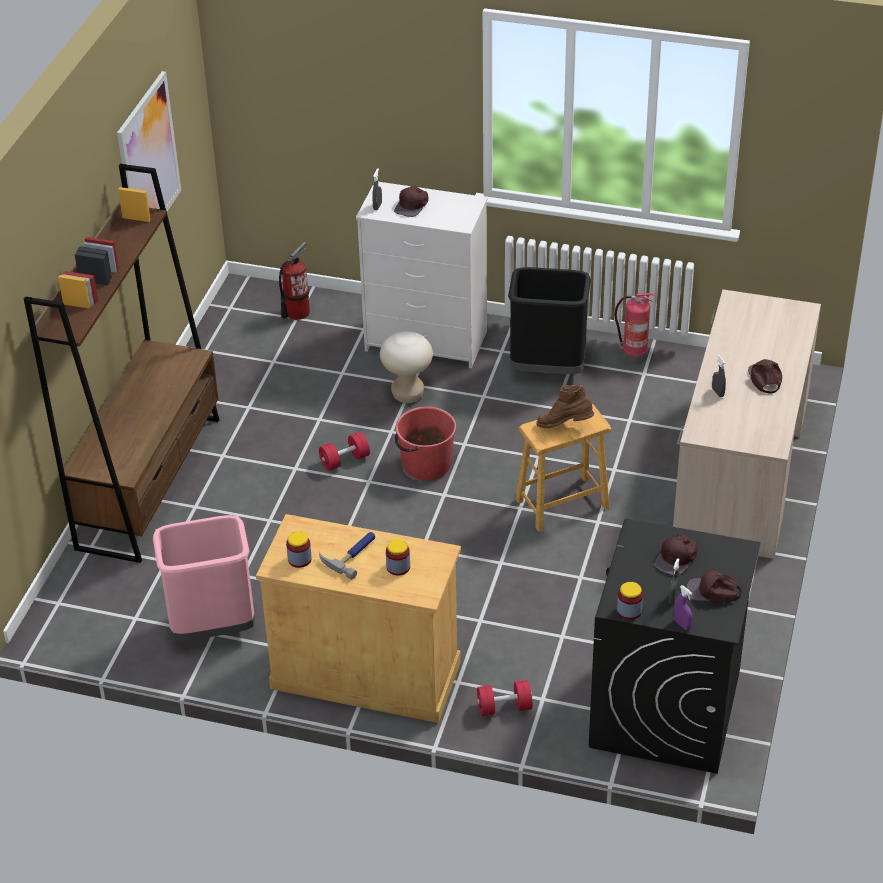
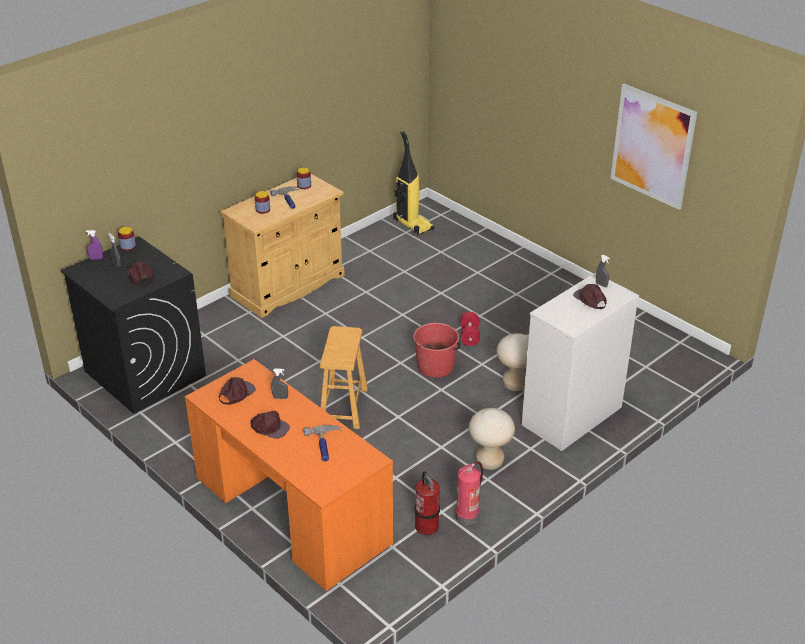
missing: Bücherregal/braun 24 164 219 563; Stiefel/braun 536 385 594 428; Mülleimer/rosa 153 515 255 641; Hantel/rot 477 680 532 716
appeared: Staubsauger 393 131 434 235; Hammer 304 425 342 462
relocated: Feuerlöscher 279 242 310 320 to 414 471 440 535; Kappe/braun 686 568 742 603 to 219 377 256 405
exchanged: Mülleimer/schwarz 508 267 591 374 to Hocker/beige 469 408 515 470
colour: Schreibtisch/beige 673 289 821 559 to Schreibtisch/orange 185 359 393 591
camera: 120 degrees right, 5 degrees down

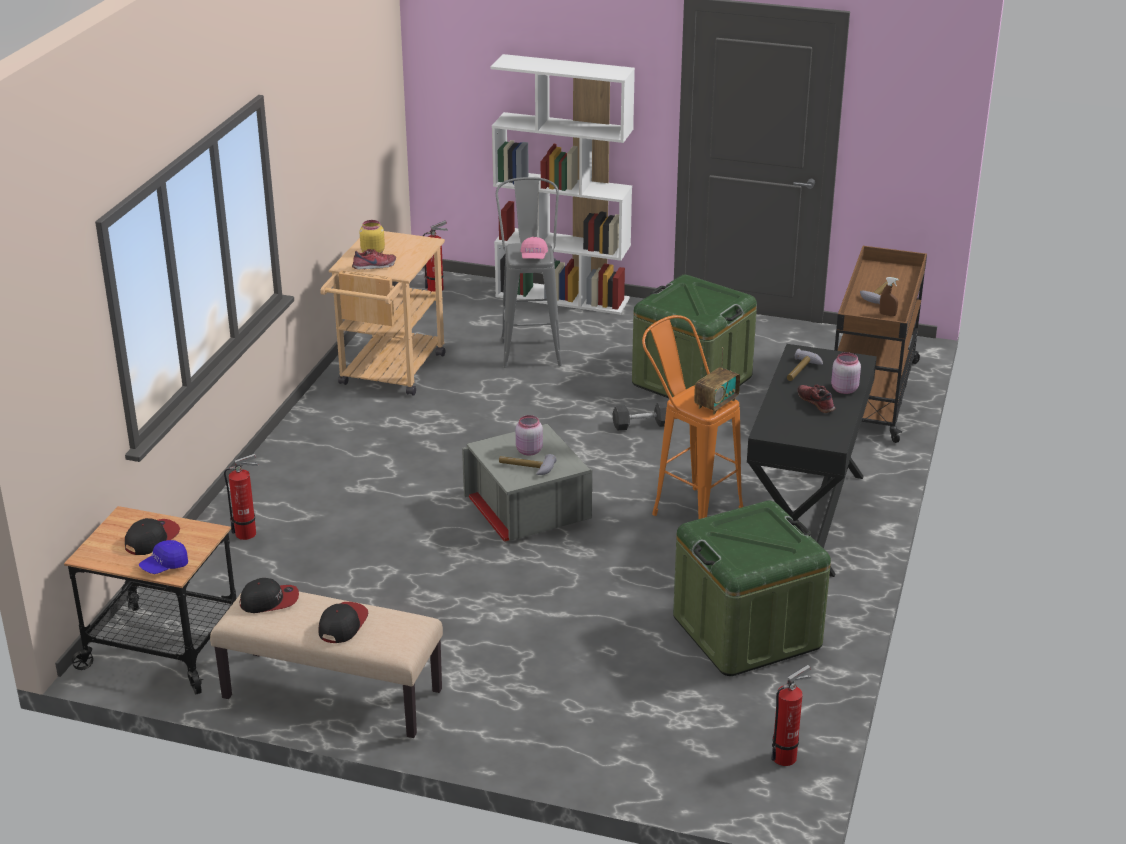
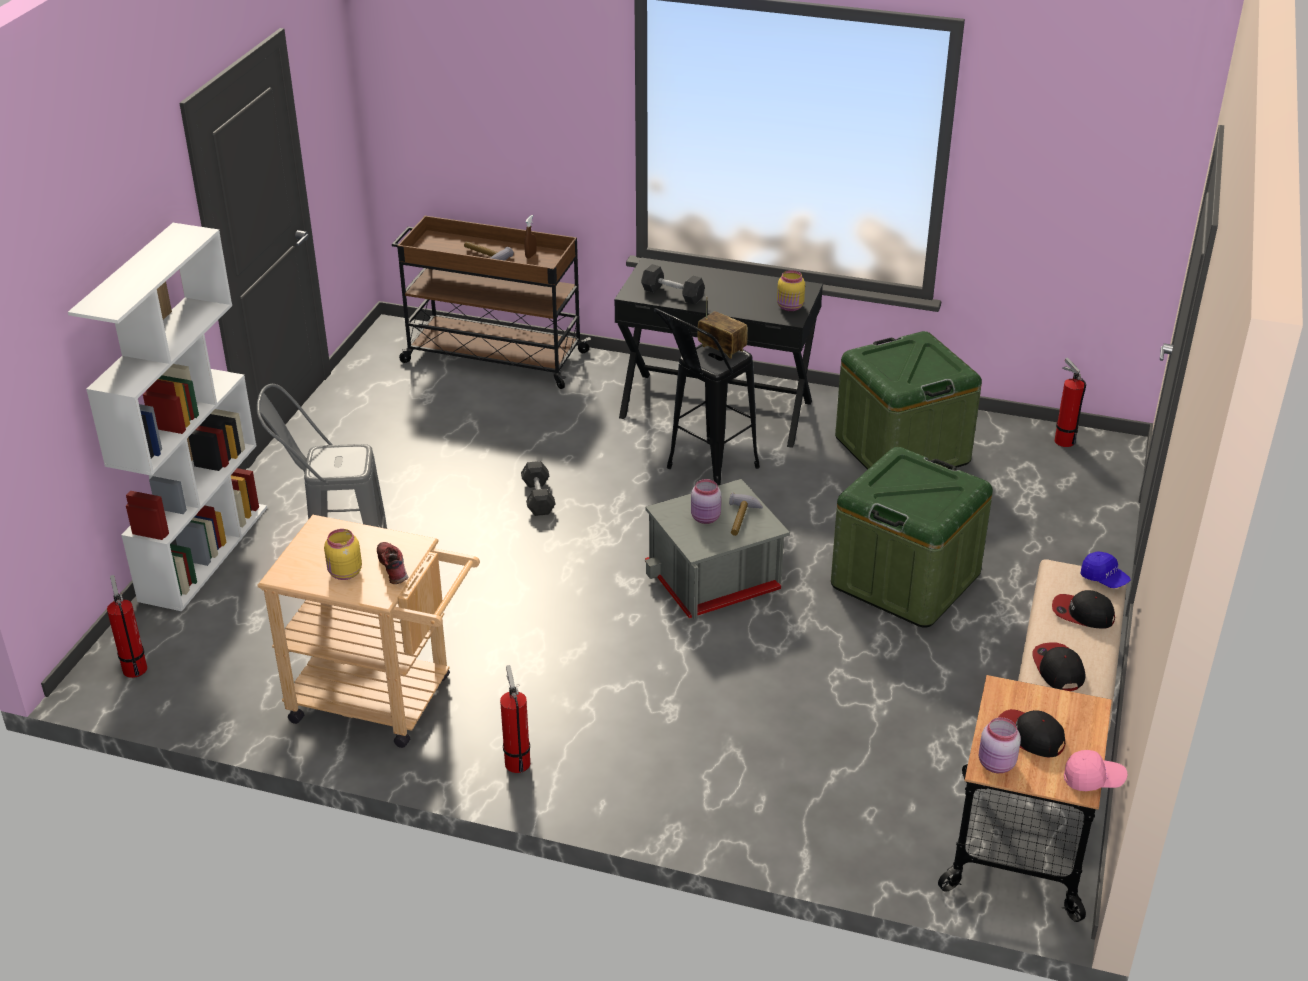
missing: Schuh 798 385 835 413
appeared: Vorratsglas/gelb 777 270 805 311
relocated: Kappe/rosa 520 237 548 259 to 1064 750 1128 791; Aufbewahrungsbox/grün 632 275 757 398 to 831 447 993 628; Vorratsglas/rosa 831 352 861 394 to 979 717 1021 773; Feuerlöscher 224 454 259 540 to 500 665 530 773; Kappe/blau 139 540 188 574 to 1080 552 1131 588
exchanged: Hammer 787 348 823 381 to Hantel/grau 641 264 705 305
colour: Hocker/orange 642 315 743 519 to Hocker/schwarz 654 308 760 485
camera: 90 degrees left, 5 degrees up

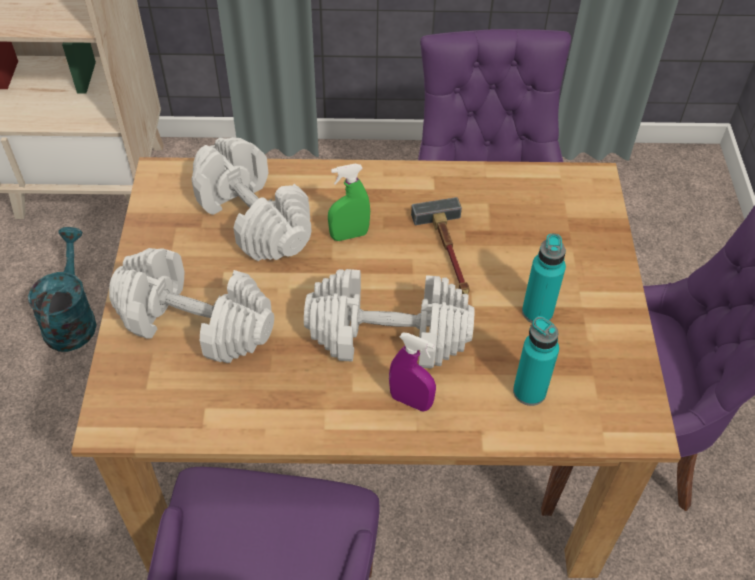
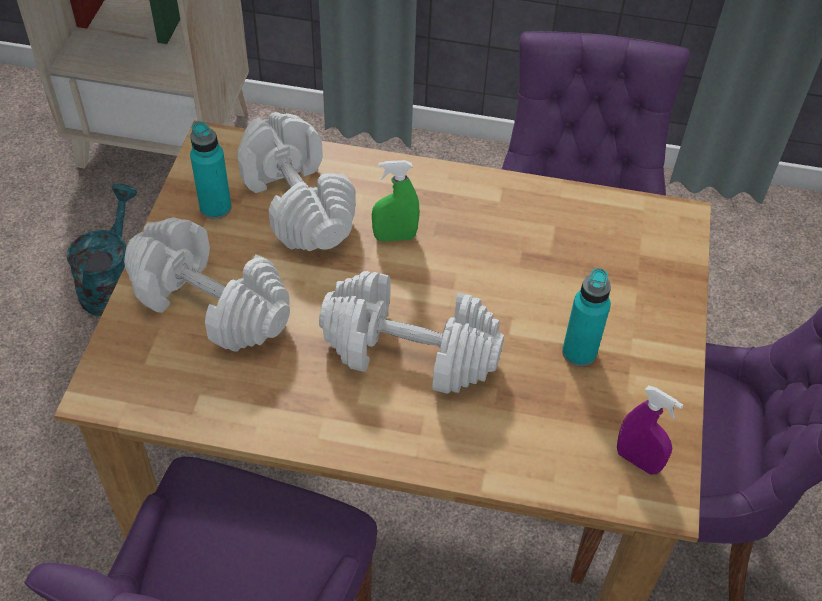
missing: Hammer 411 197 470 294
relocated: Flasche/türkis 513 316 559 406 to 190 121 231 219; Sprühflasche/lila 389 332 436 412 to 617 385 683 475
camera: 10 degrees right, 0 degrees up

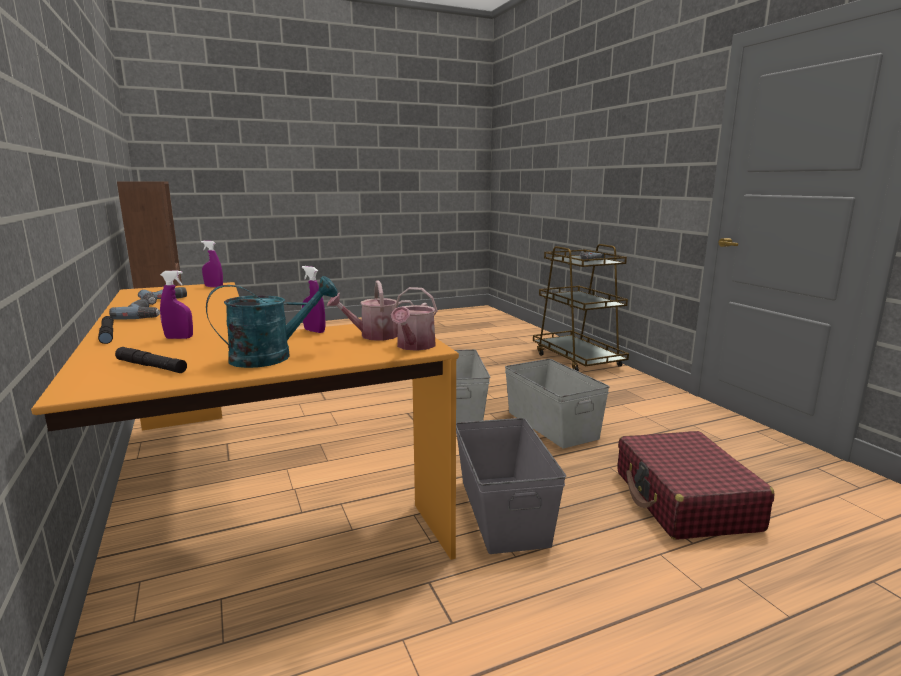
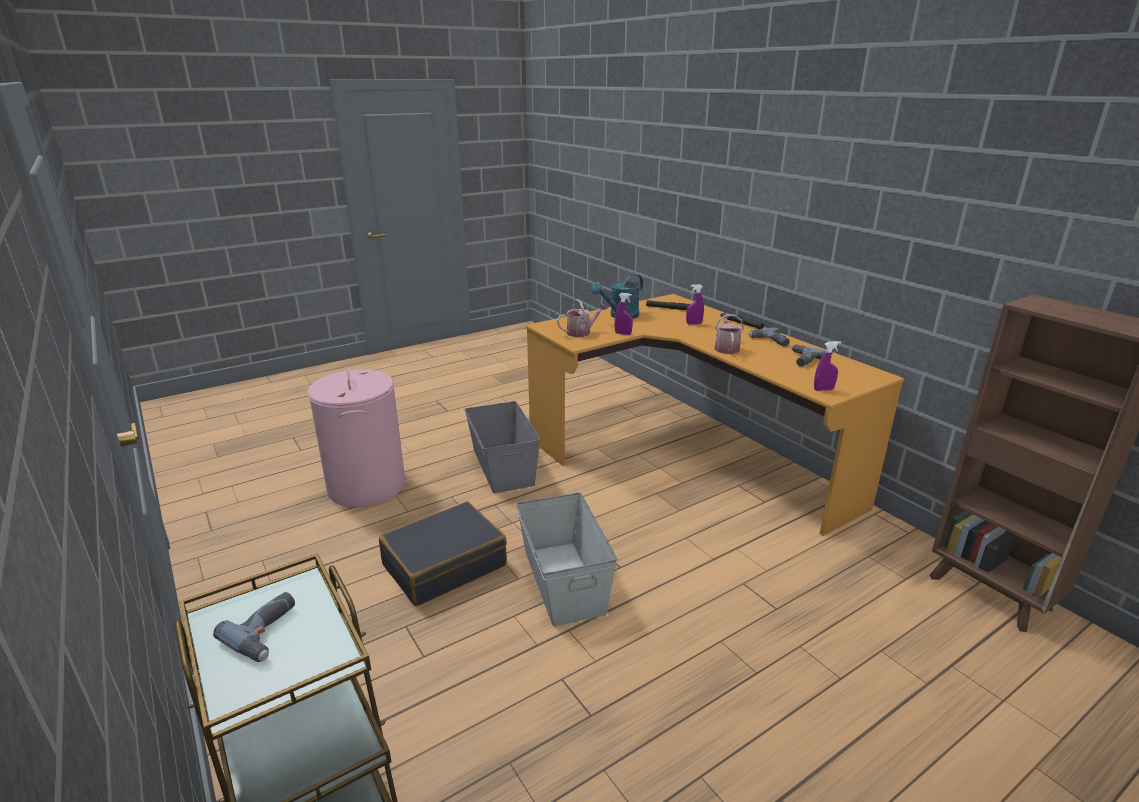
relocated: Gießkanne 391 287 438 351 to 715 312 744 354
exchanged: Aufbewahrungsbox/grau 505 359 610 448 to Koffer/schwarz 379 502 507 606; Koffer/rot 618 431 774 540 to Wäschekorb/rosa 307 367 405 507
camera: 170 degrees right, 10 degrees up

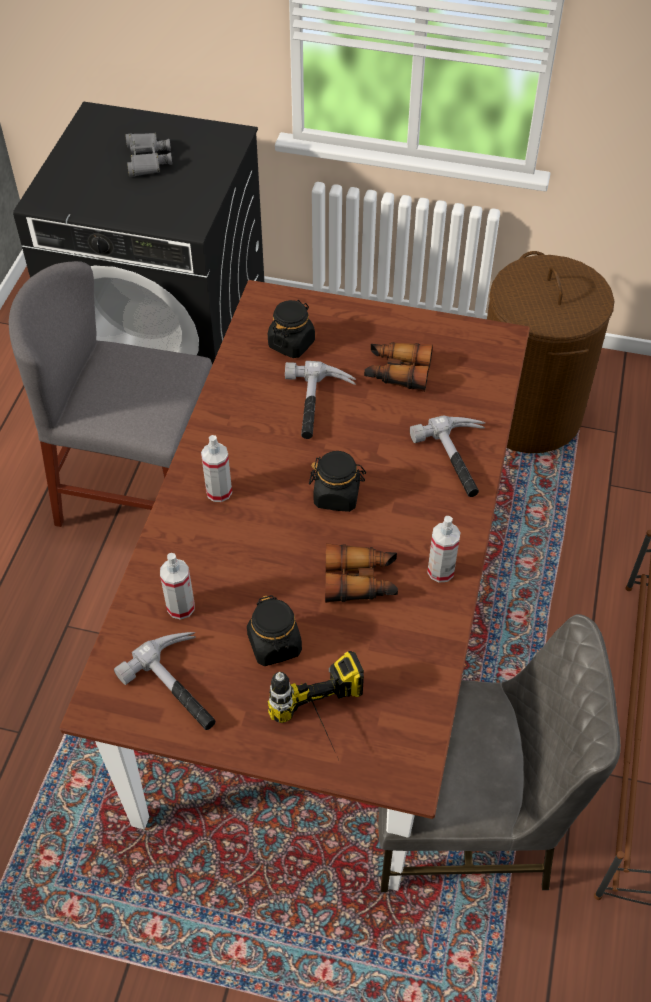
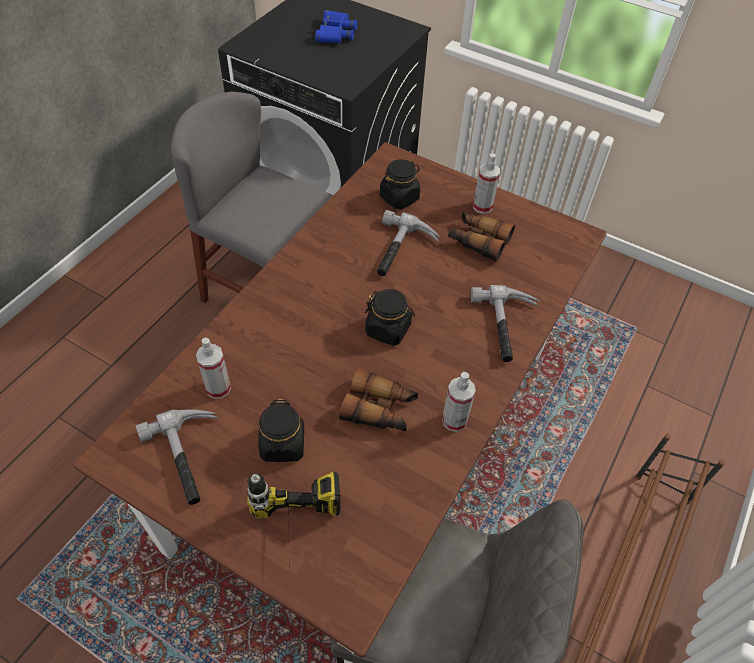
missing: Wäschekorb/braun 487 251 614 453
relocated: Sprühflasche 201 435 232 502 to 473 153 500 214
colour: Fernglas/grau 125 133 172 177 to Fernglas/blau 315 10 357 43
camera: 15 degrees right, 0 degrees up

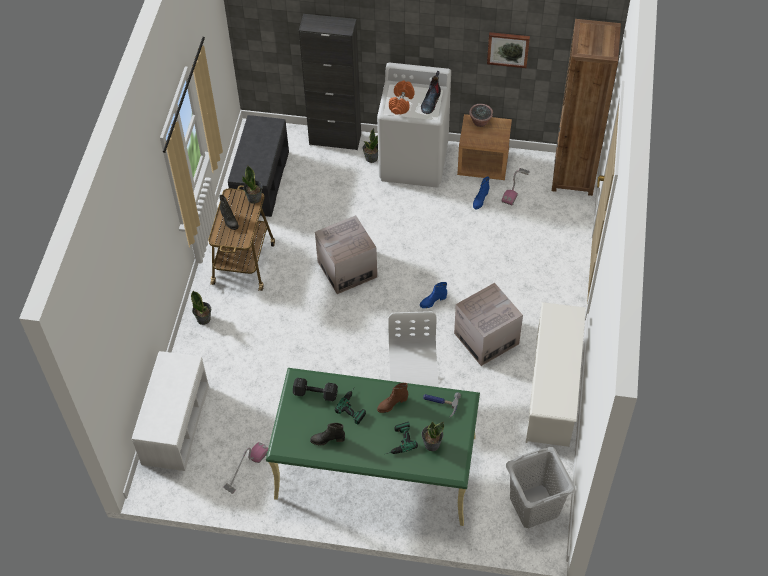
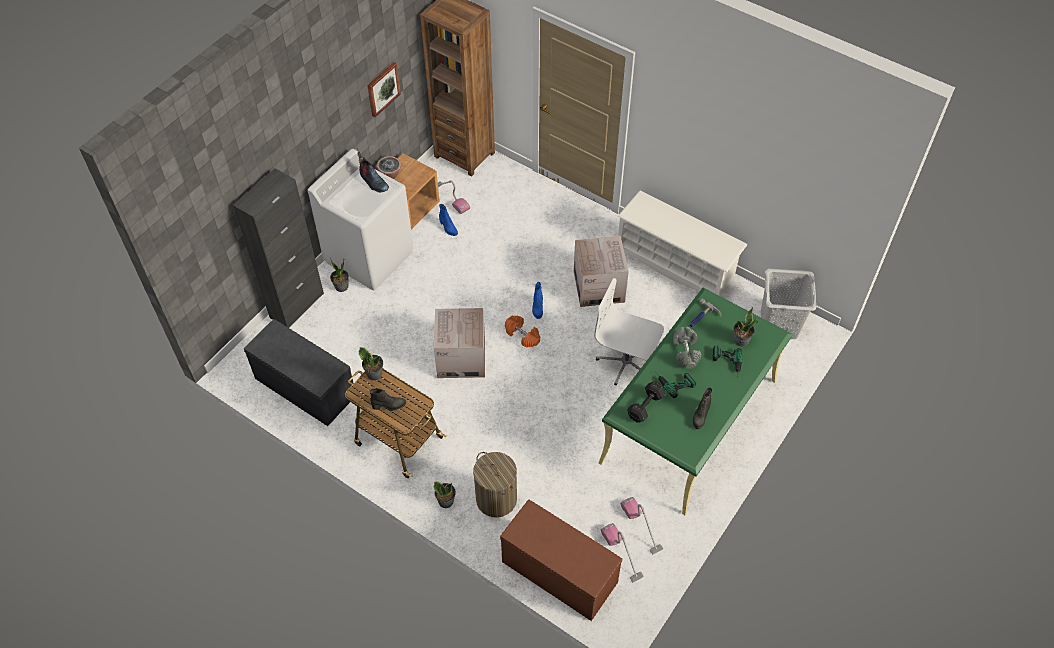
appeared: Wäschekorb 473 452 517 517; Staubsauger 601 523 644 582
relocated: Hantel/orange 389 80 414 115 to 505 316 540 348
exchanged: Stiefel/braun 377 383 408 413 to Hantel/grau 673 326 701 369
colour: Bank/weiß 132 351 209 471 to Bank/braun 500 500 622 621
camera: 65 degrees left, 0 degrees up

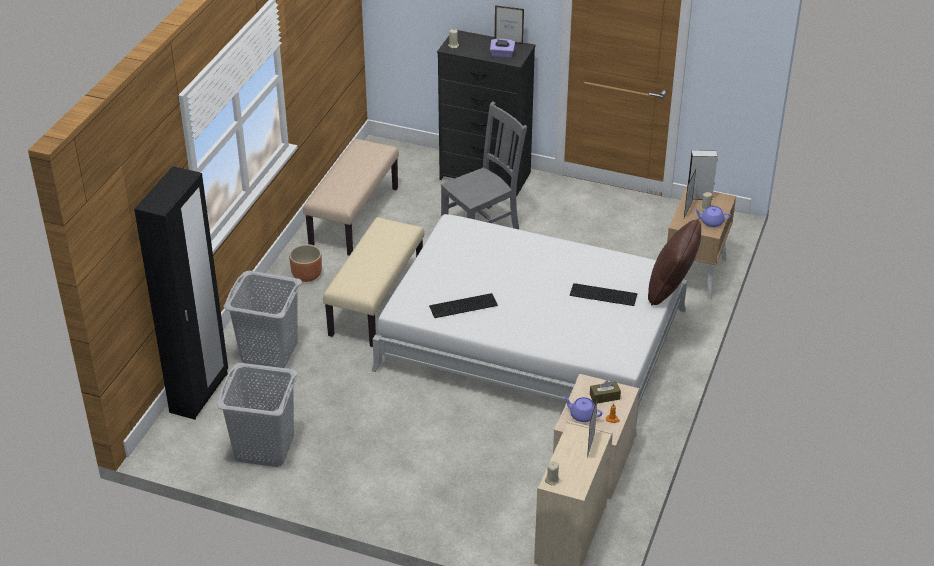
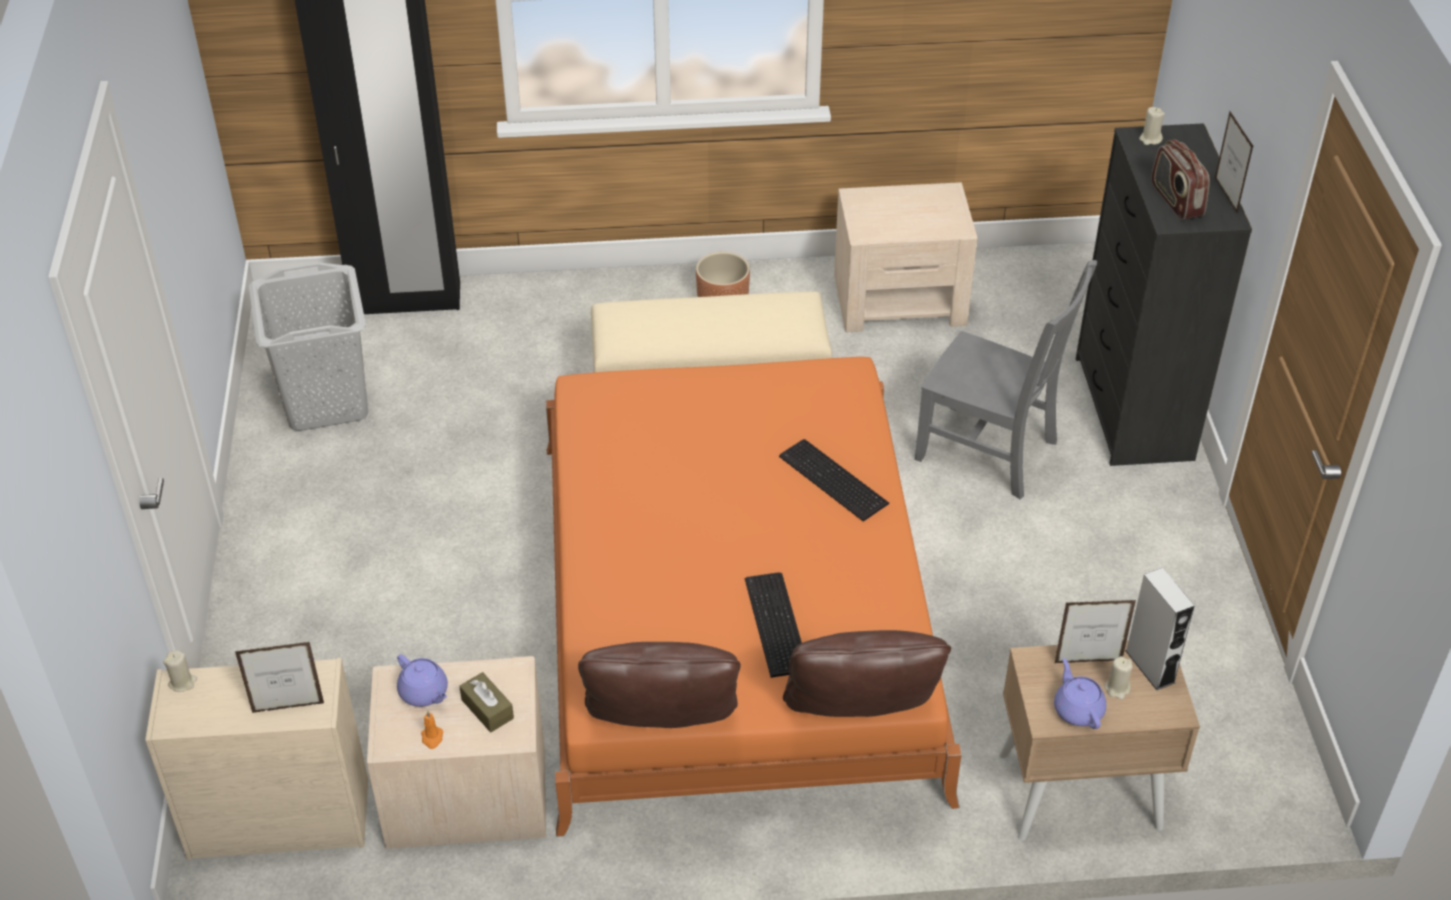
missing: Wäschekorb/grau 224 271 302 368
appeared: Kissen/braun 578 642 741 728
relocated: Tastatur 429 293 498 318 to 779 439 889 521
exchanged: Taschentuchbox/lila 490 39 515 58 to Radio 1151 139 1210 220; Bank/beige 303 139 399 256 to Nachttisch/beige 834 182 977 332
colour: Bett/weiß 372 214 687 438 to Bett/orange 546 357 962 836
spun: Teekanne/lila 563 397 602 422 = 397 654 448 707 135 degrees clockwise
camera: 65 degrees right, 5 degrees up

